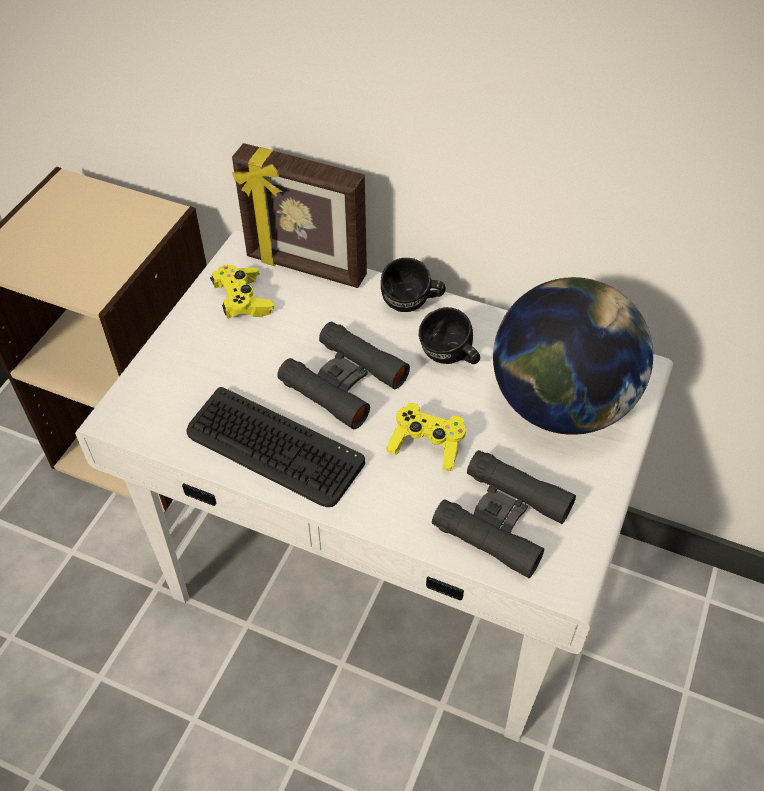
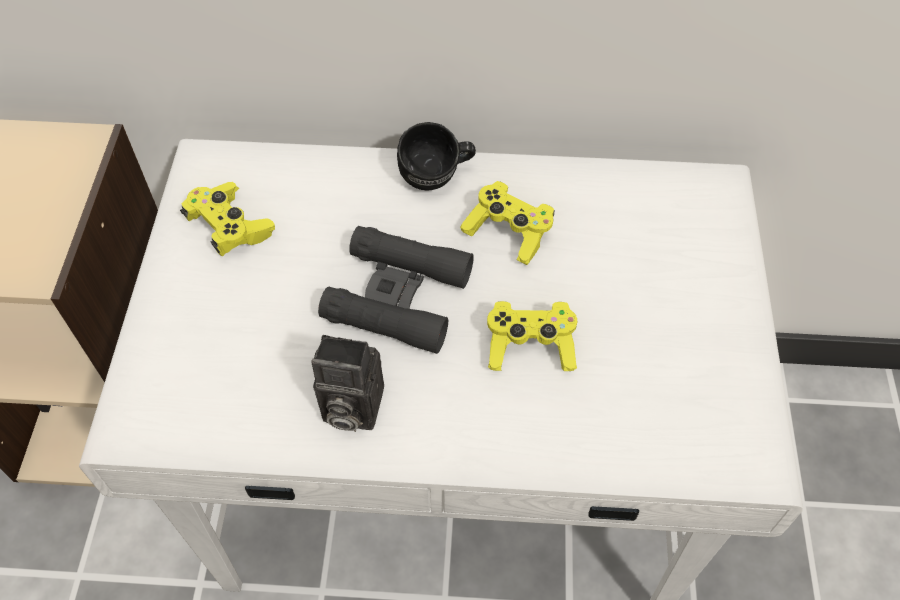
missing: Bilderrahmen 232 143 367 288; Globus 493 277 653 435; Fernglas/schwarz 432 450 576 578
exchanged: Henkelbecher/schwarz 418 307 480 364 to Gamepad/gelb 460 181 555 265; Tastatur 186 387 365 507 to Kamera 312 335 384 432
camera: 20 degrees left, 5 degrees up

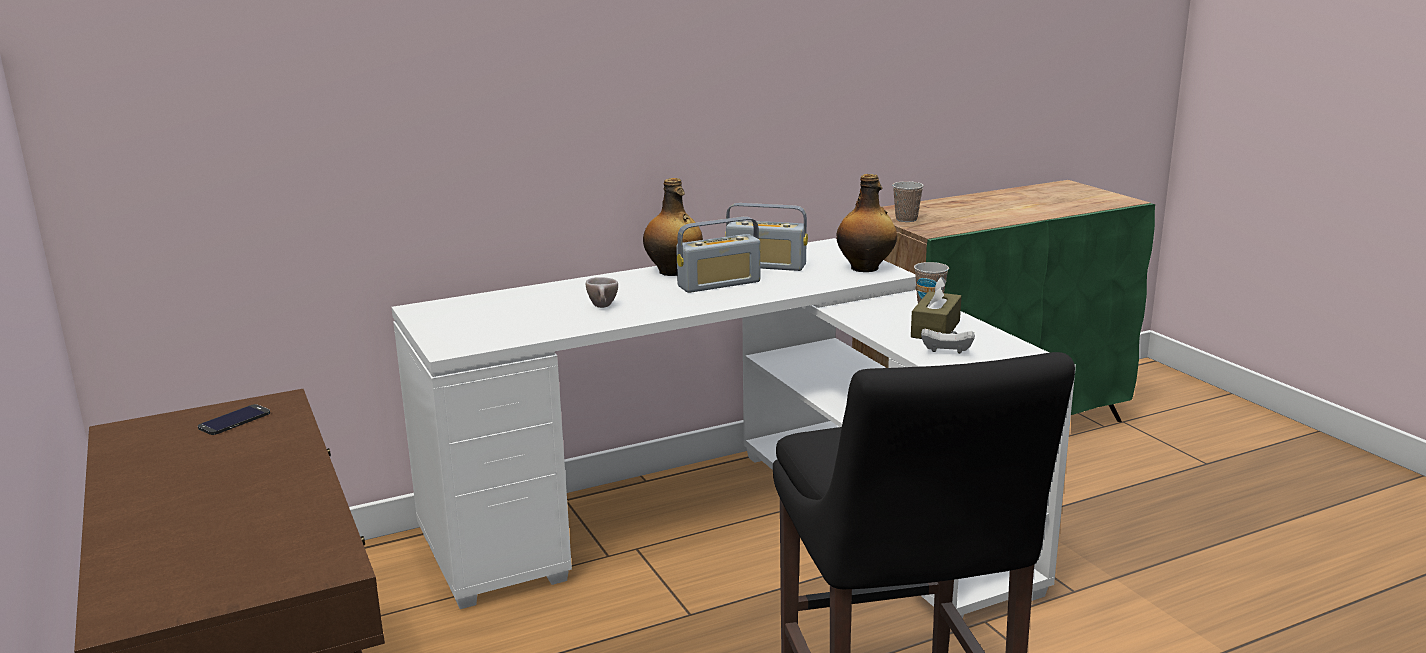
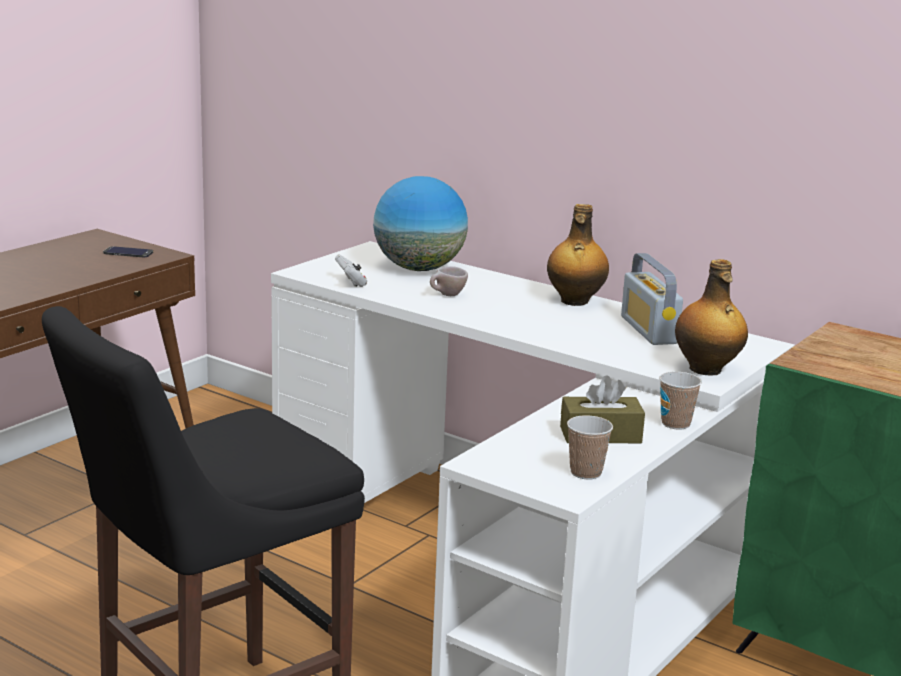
missing: Radio 676 217 761 293
appeared: Globus 373 176 468 271
relocated: Tasse 892 181 924 222 to 567 415 613 479; Gamepad/weiß 921 329 975 353 to 335 254 367 287
camera: 60 degrees right, 0 degrees up

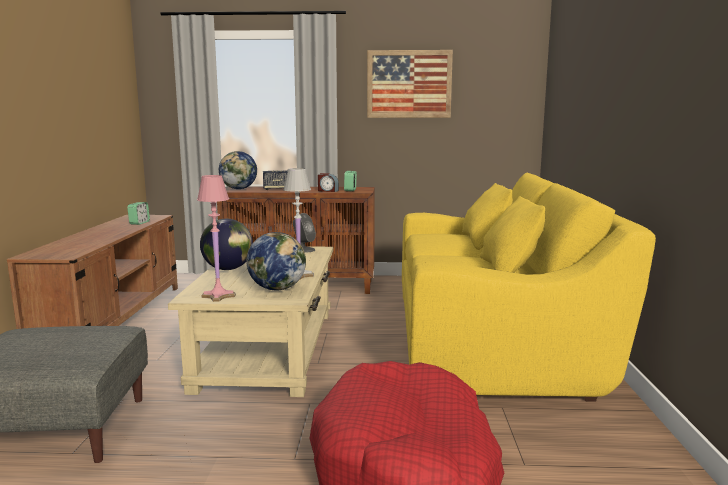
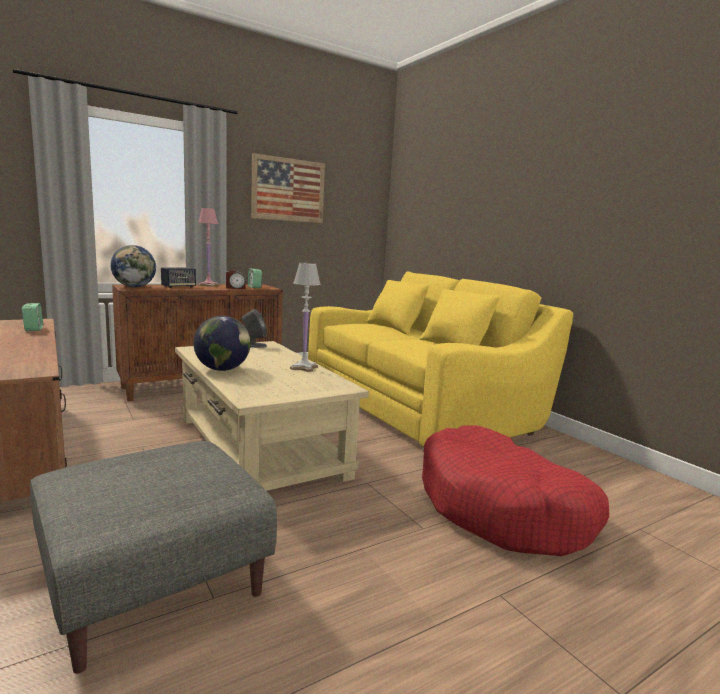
missing: Globus 246 232 306 290
relocated: Tischlampe/rosa 197 175 236 302 to 198 208 219 287
camera: 35 degrees left, 0 degrees up

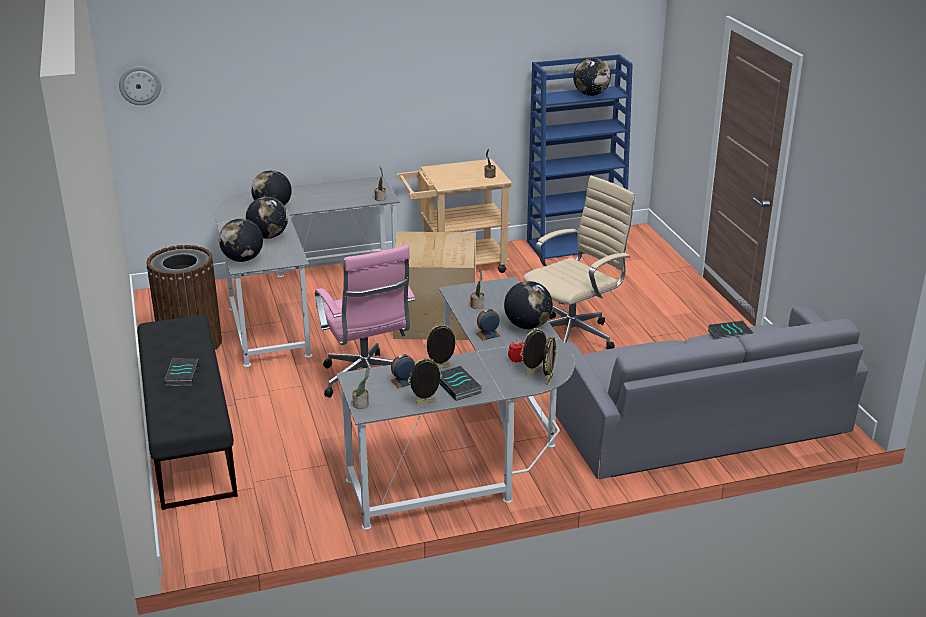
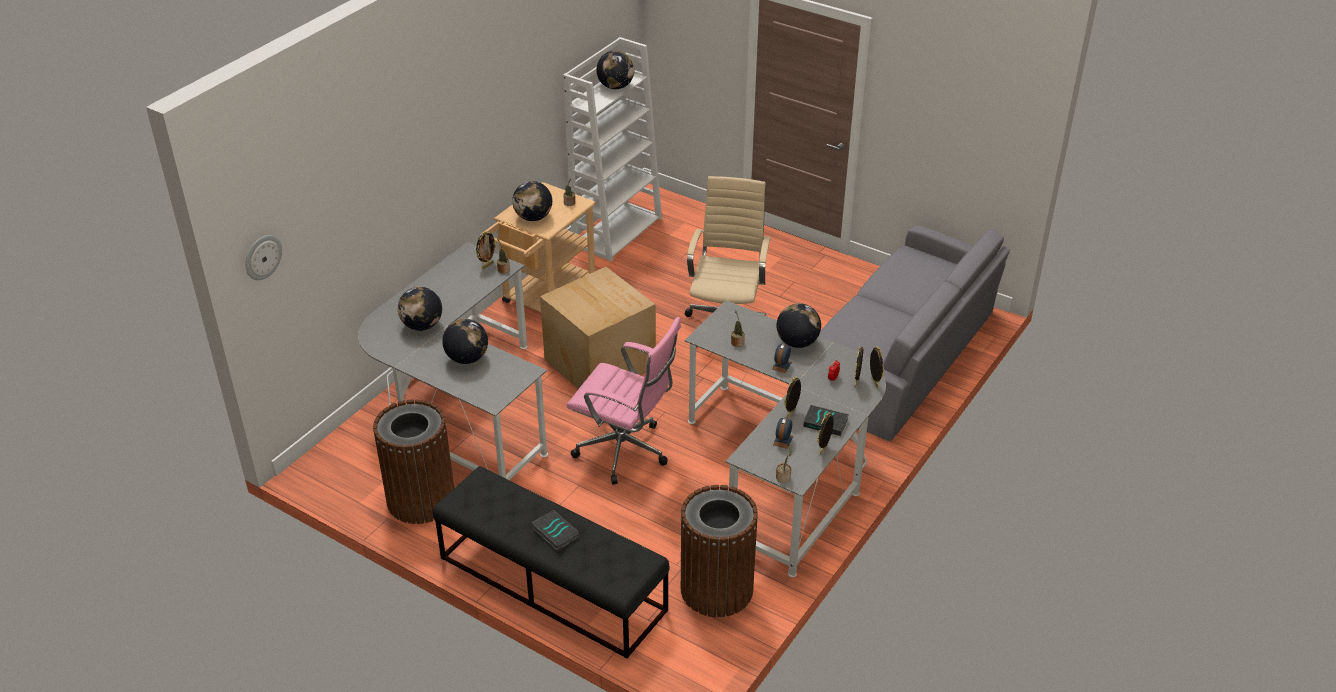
missing: Buch 708 321 753 339
appeared: Bilderrahmen 476 231 497 269; Mülleimer/braun 681 485 758 617
relocated: Globus 219 218 263 262 to 512 181 552 221
colour: Bücherregal/blau 527 54 633 260 to Bücherregal/weiß 563 37 662 261
camera: 40 degrees left, 10 degrees up

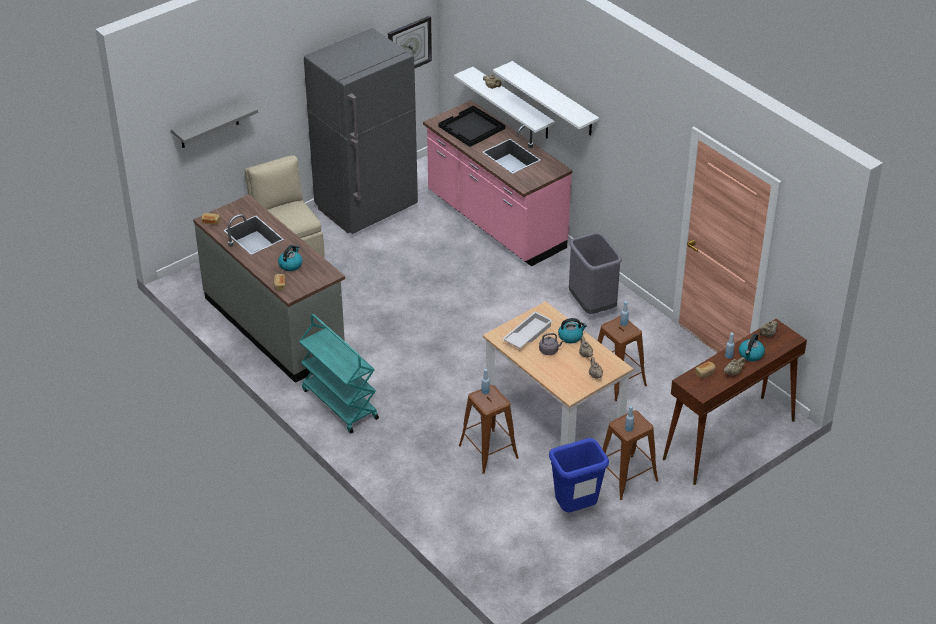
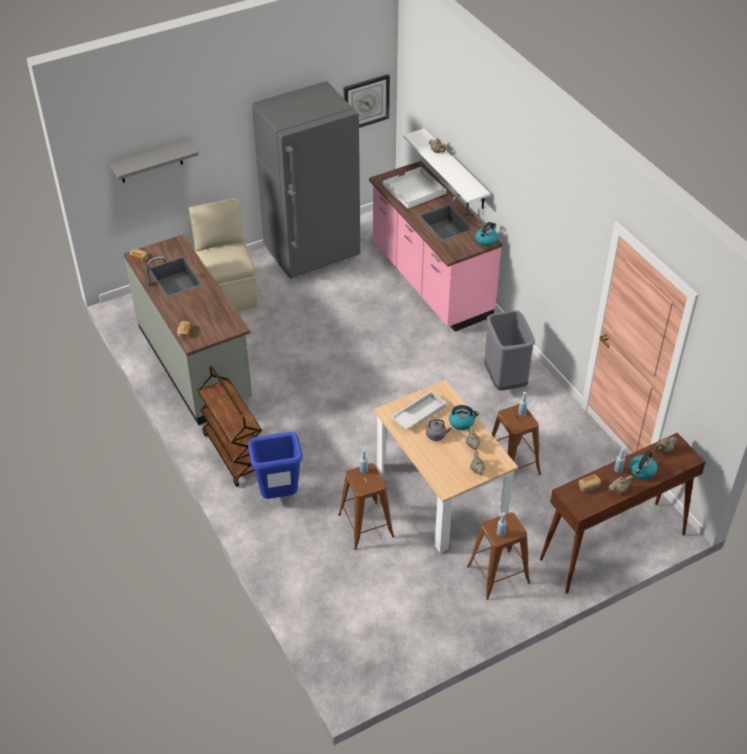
missing: Wandregal/weiß 493 61 599 136
relocated: Wasserkessel 278 245 302 271 to 475 222 498 246; Mülleimer/blau 549 438 609 512 to 248 432 302 499
colour: Tablett/schwarz 439 105 505 147 to Tablett/weiß 383 167 447 209; Rollwagen/türkis 299 314 379 434 to Rollwagen/braun 197 366 262 487
camera: 10 degrees right, 5 degrees up

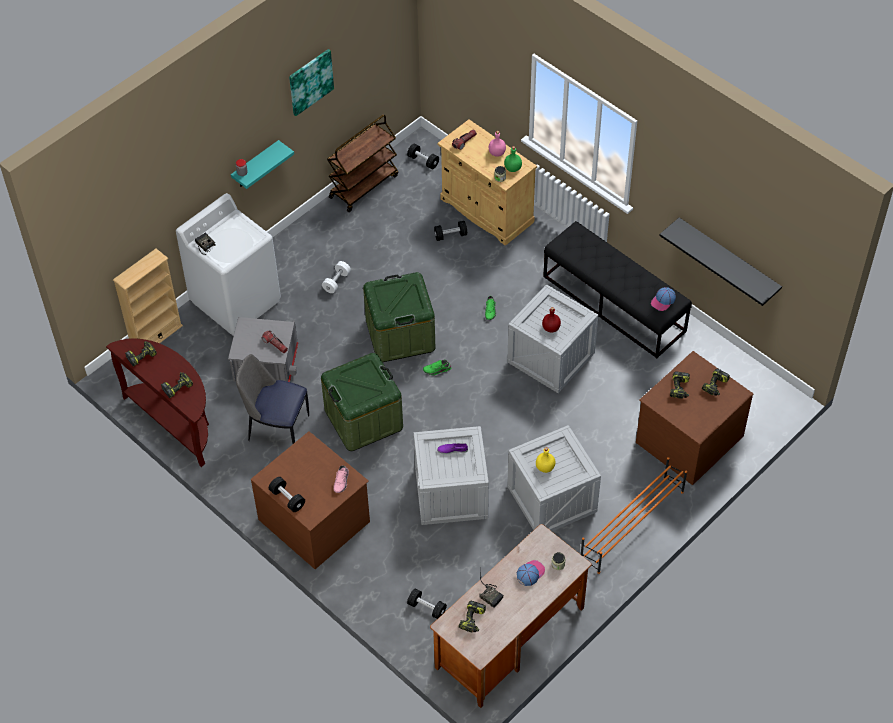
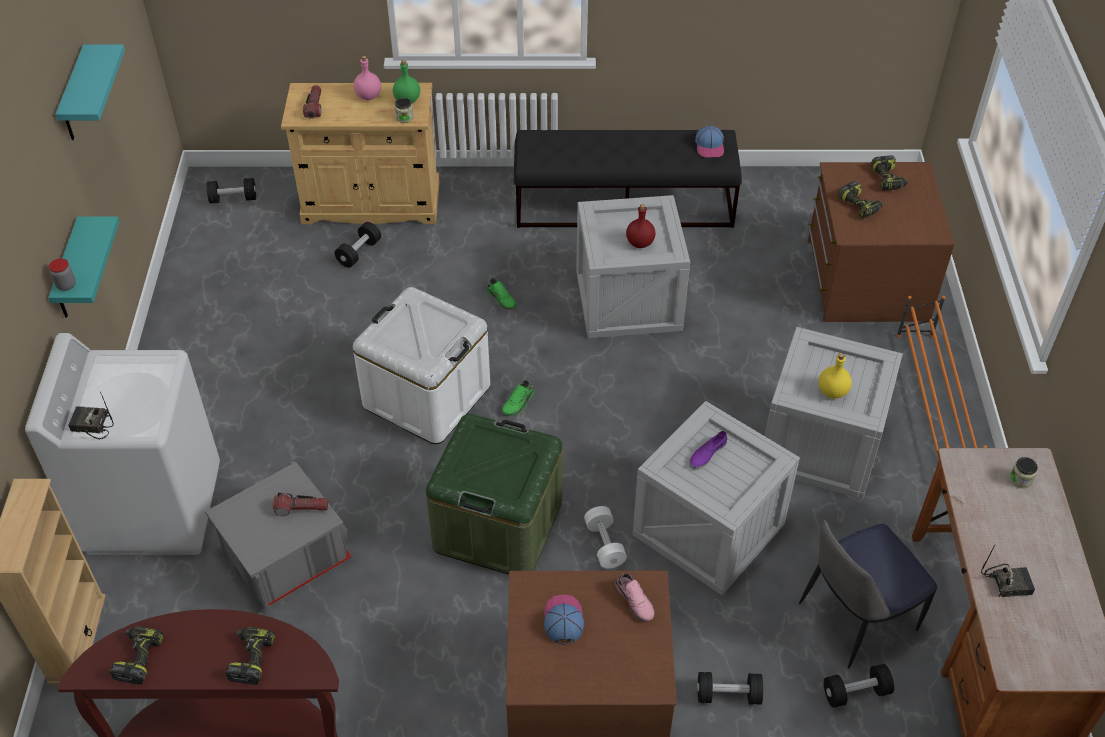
missing: Rollwagen/braun 327 114 398 212; Wandregal/schwarz 659 218 782 306; Bohrmaschine 459 601 486 633
relocated: Hantel/weiß 322 261 351 293 to 584 506 627 569; Stuhl 236 354 309 444 to 799 519 938 669; Hantel/schwarz 269 477 305 512 to 697 672 763 705; Kappe 517 560 545 586 to 544 594 584 645
exchanged: Bild 289 49 334 116 to Wandregal/türkis 55 45 125 140
colour: Aufbewahrungsbox/grün 363 272 435 362 to Aufbewahrungsbox/weiß 353 287 490 444
camera: 45 degrees left, 5 degrees down

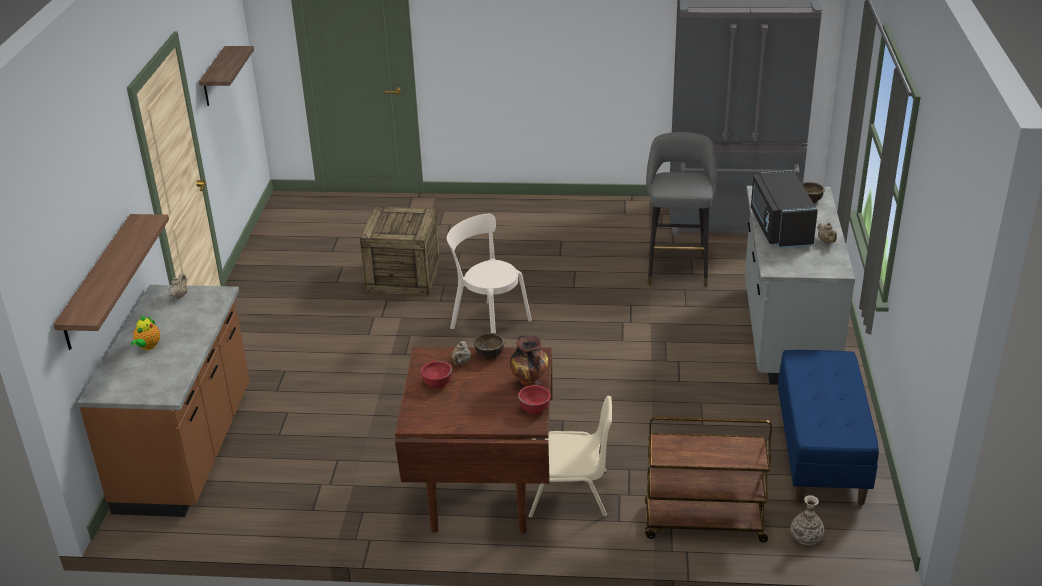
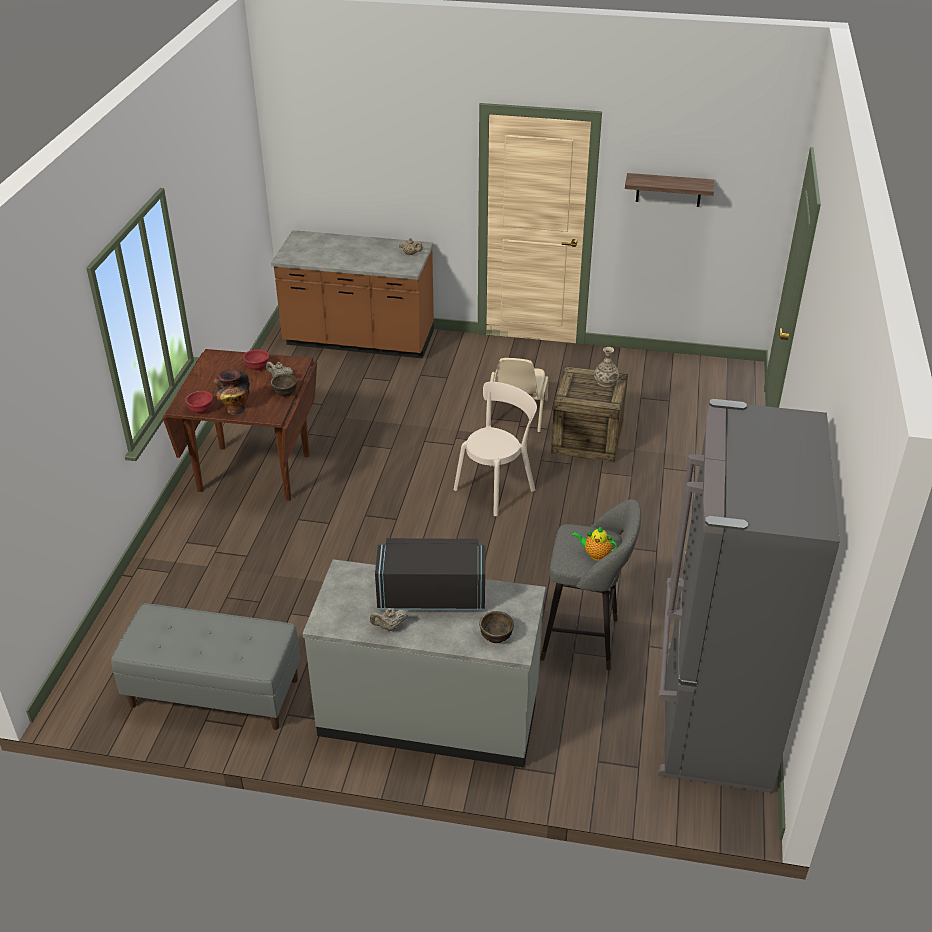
missing: Wandregal 53 214 169 350; Rollwagen/braun 645 417 772 542
relocated: Teekanne 131 316 160 350 to 572 526 618 561; Stuhl/beige 529 396 612 518 to 490 358 548 433; Vase 790 495 824 545 to 594 347 619 387
colour: Bank/blau 778 350 879 505 to Bank/grau 111 603 301 730
camera: 95 degrees right, 5 degrees up

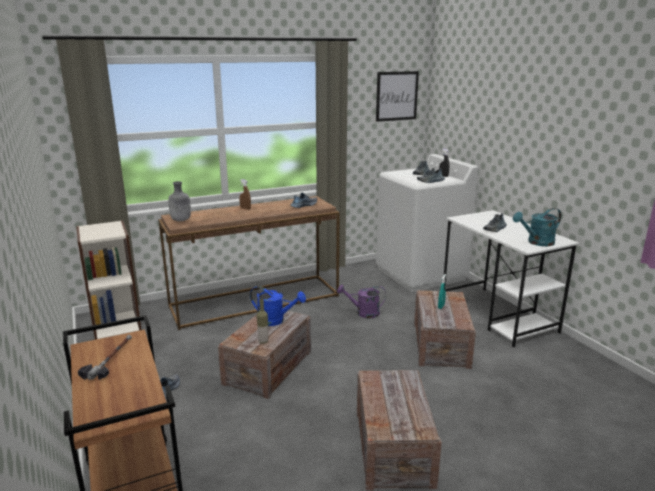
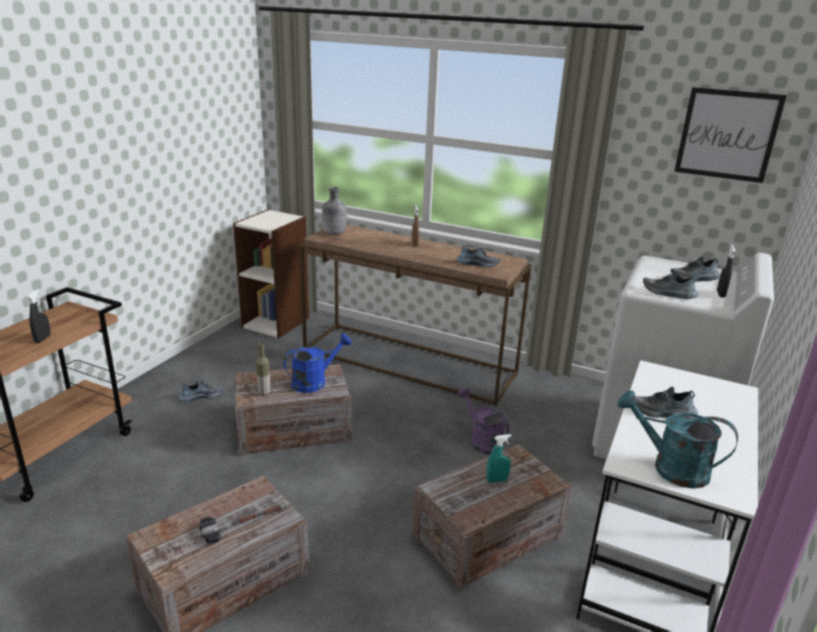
appeared: Sprühflasche/schwarz 27 289 51 343
relocated: Hammer 78 335 132 380 to 198 502 287 544
spun: Gießkanne/blau 250 286 306 326 = 283 334 351 393 105 degrees counterclockwise
camera: 50 degrees right, 5 degrees up

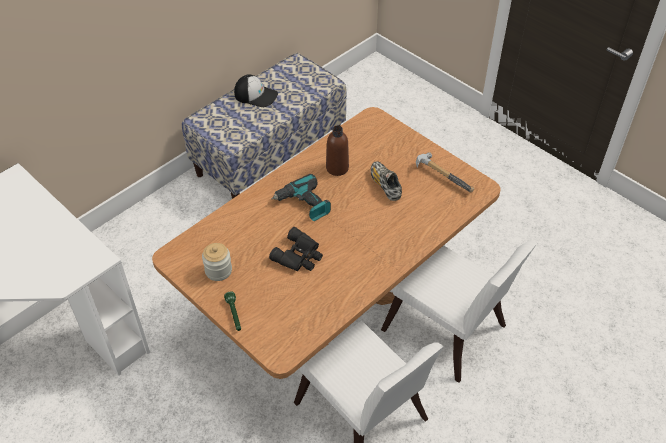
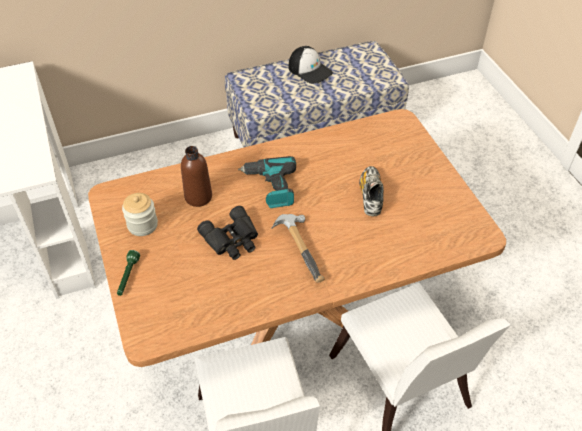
relocated: Flasche/braun 326 126 349 176 to 181 146 212 207; Hammer 416 152 474 193 to 271 214 325 283
camera: 25 degrees right, 0 degrees up

